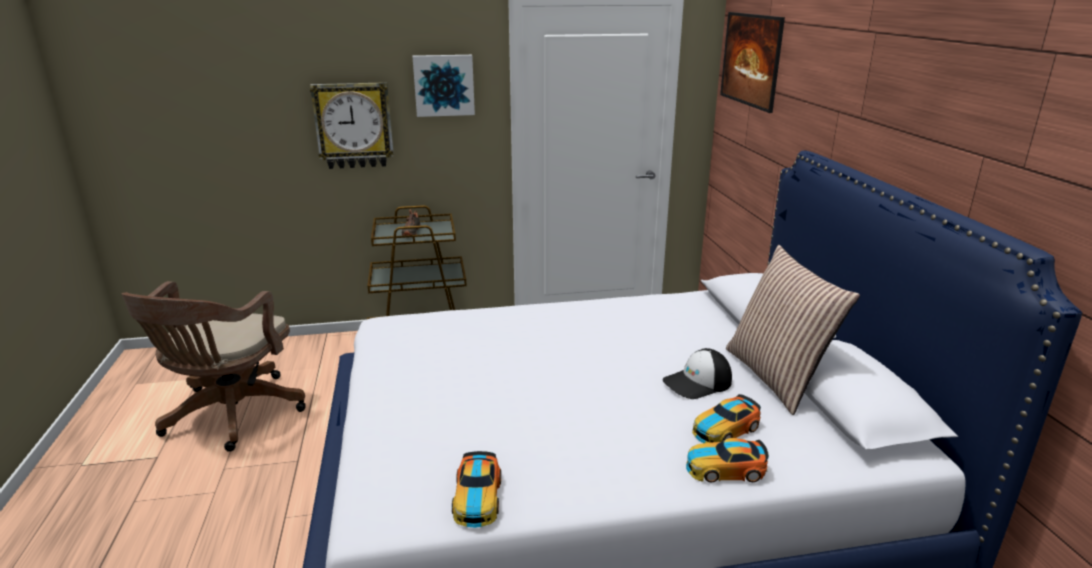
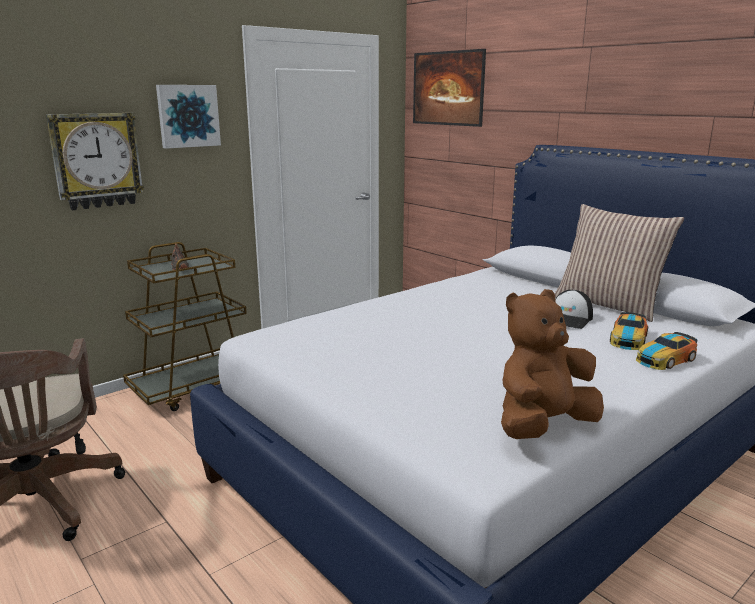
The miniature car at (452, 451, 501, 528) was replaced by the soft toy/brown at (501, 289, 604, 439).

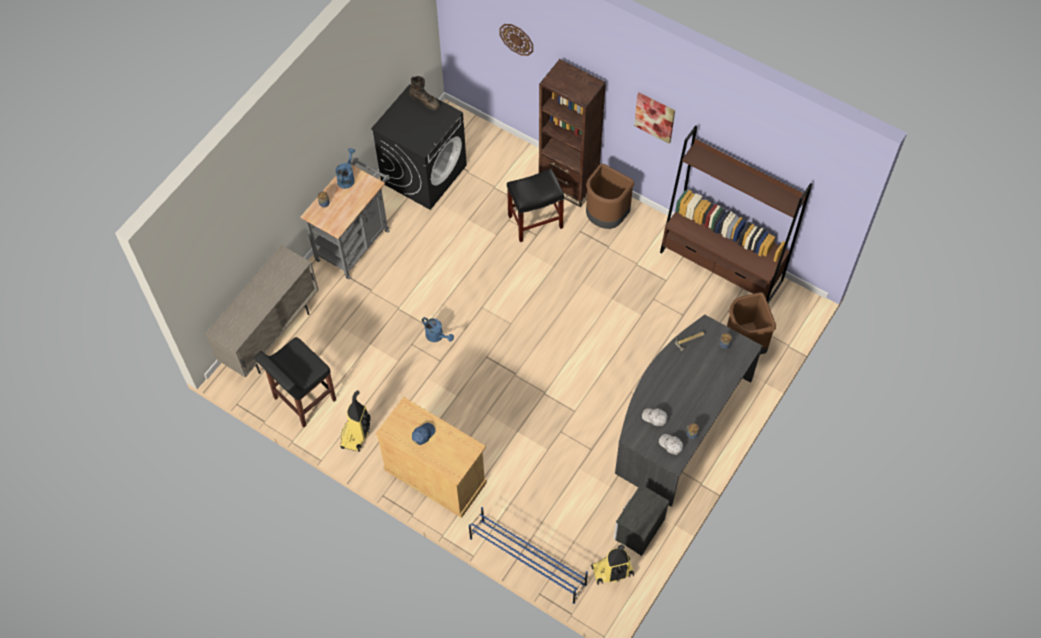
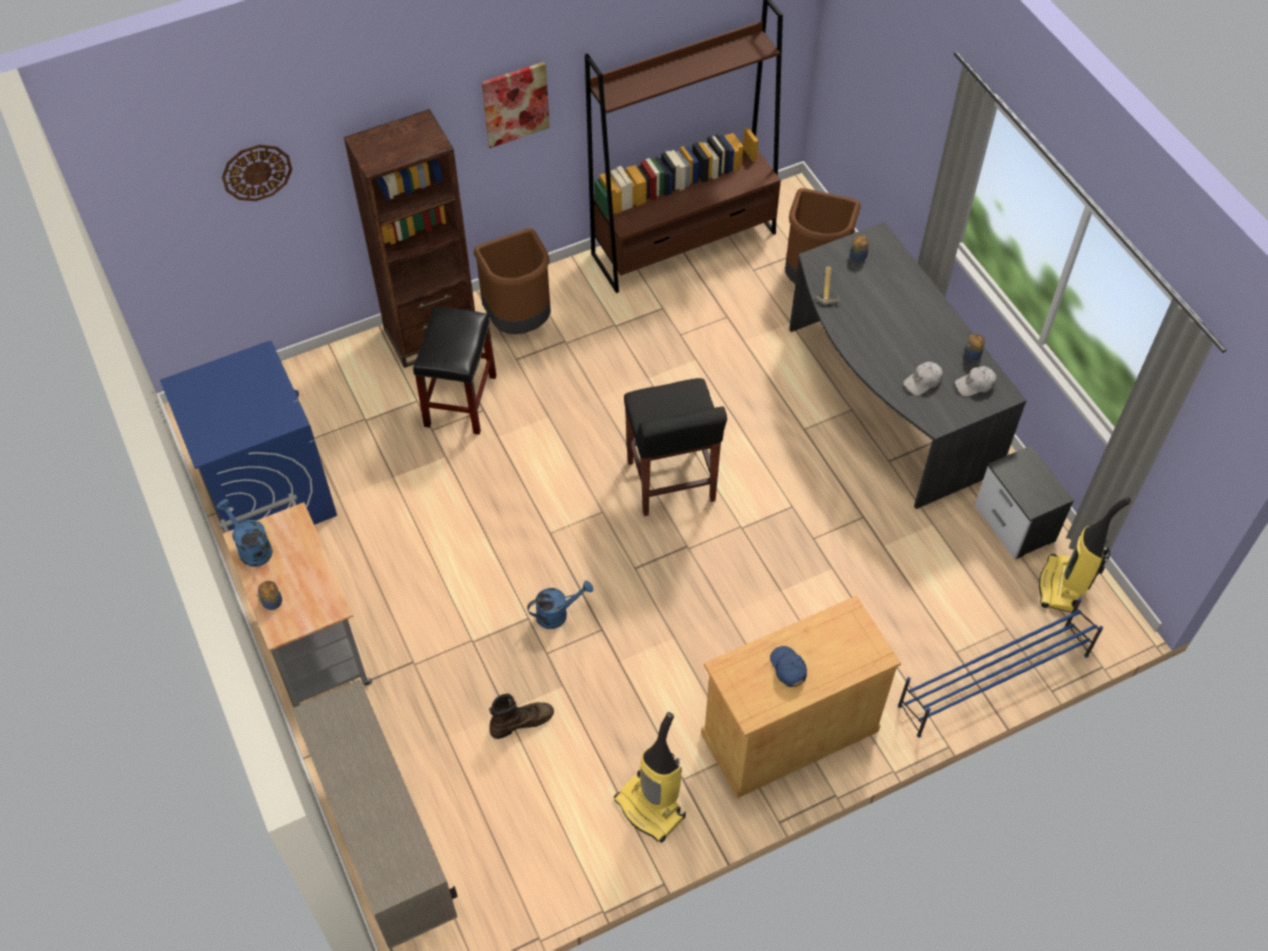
The stool seat/blackish moved from (255, 337, 336, 428) to (624, 378, 727, 516). The tall boot/brown moved from (409, 76, 440, 110) to (489, 694, 554, 739). The laundry appliance/blackish at (371, 84, 467, 210) became the laundry appliance/blue at (160, 340, 337, 531).

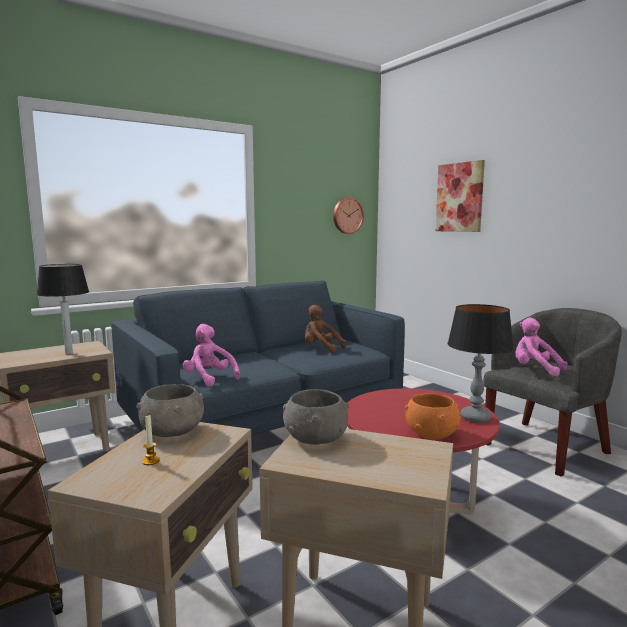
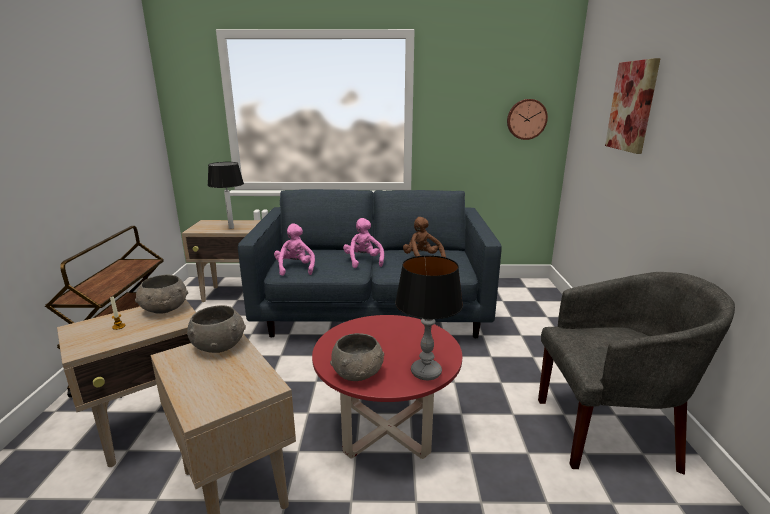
The soft toy/pink moved from (515, 317, 568, 377) to (343, 218, 384, 268). The serving bowl/orange-coloured at (405, 393, 461, 440) became the serving bowl/greyish at (330, 333, 384, 381).

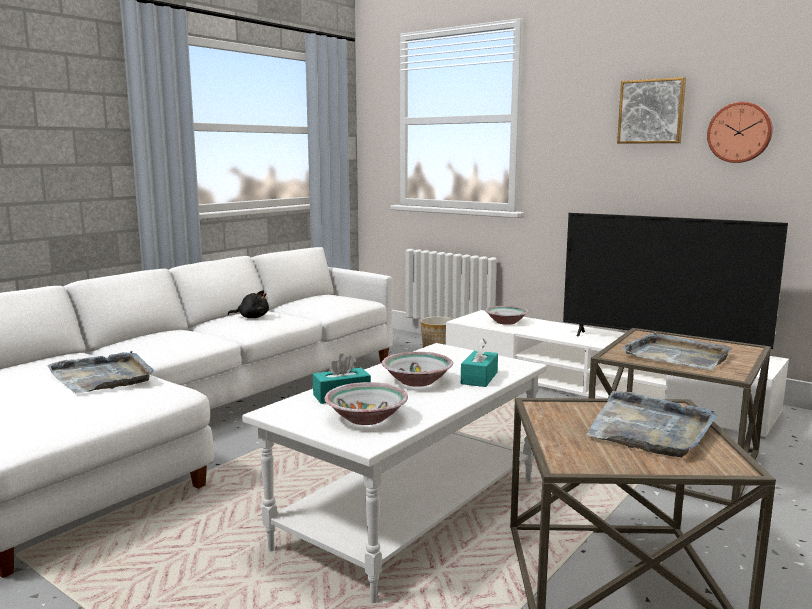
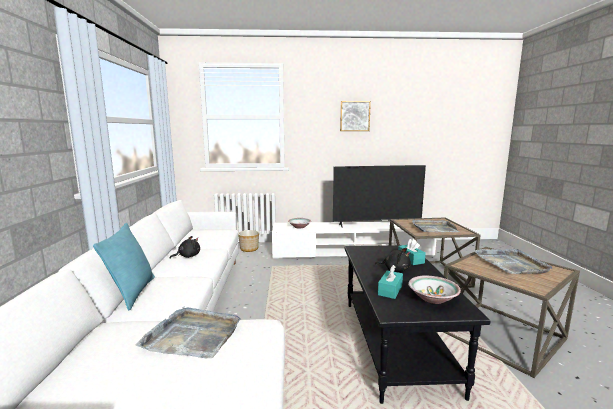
The wall clock at (707, 102, 773, 163) disappeared. The throw pillow/turquoise-coloured at (93, 223, 155, 310) appeared. The serving bowl at (381, 352, 453, 387) was replaced by the soft toy/blackish at (375, 248, 411, 272). The low table/white at (242, 343, 547, 603) became the low table/blackish at (344, 245, 491, 404).

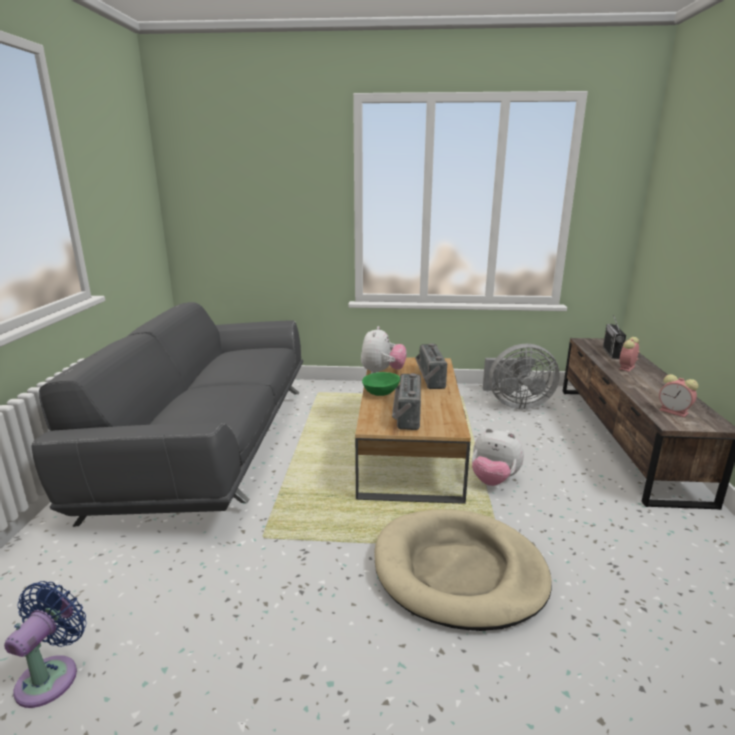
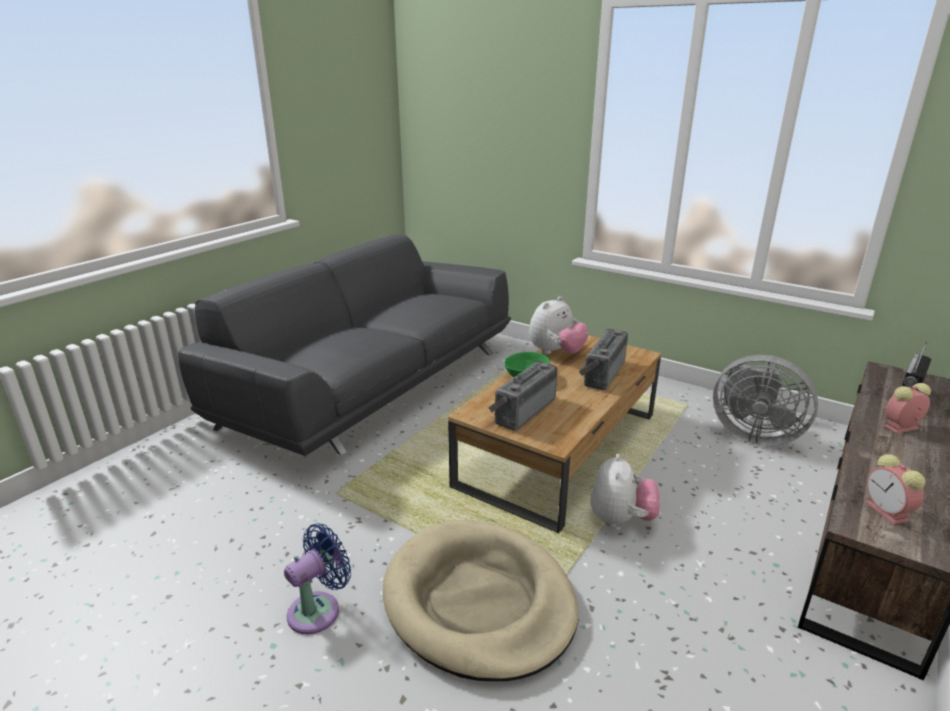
The cooling fan/blue moved from (4, 581, 87, 708) to (284, 523, 351, 635). The soft toy at (472, 428, 524, 486) turned 135 degrees counterclockwise.

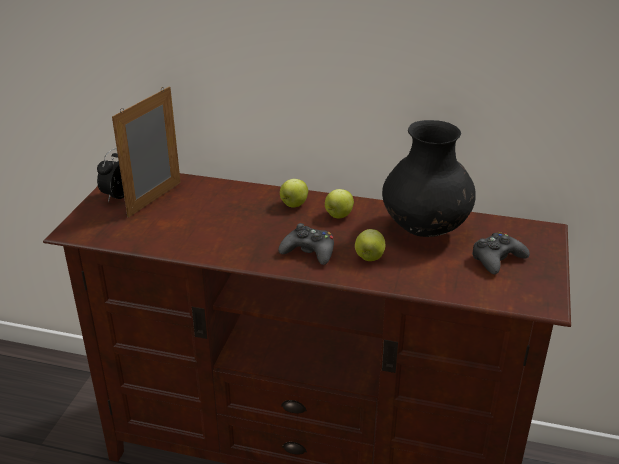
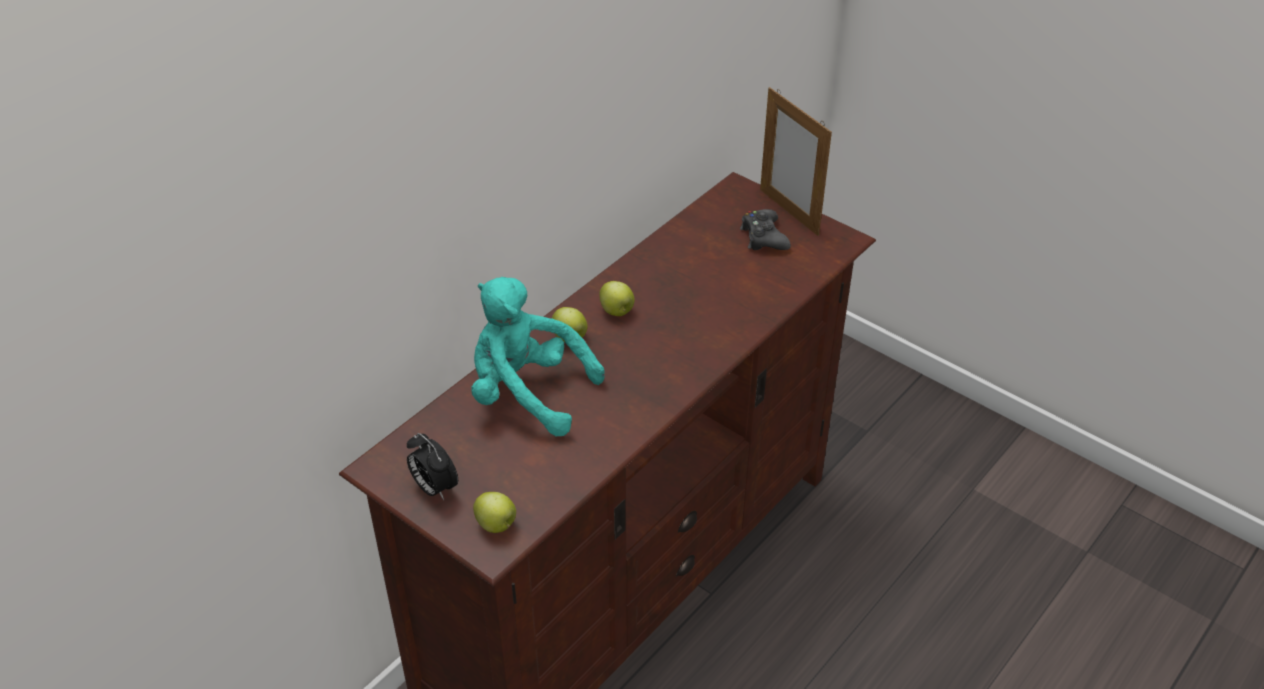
The gamepad/blackish at (279, 223, 334, 265) disappeared. The vase/blackish at (382, 120, 476, 237) disappeared. The soft toy/turquoise-coloured at (471, 277, 605, 436) appeared. The photo frame moved from (112, 86, 181, 218) to (760, 87, 832, 236). The apple moved from (355, 229, 385, 261) to (473, 492, 516, 533).

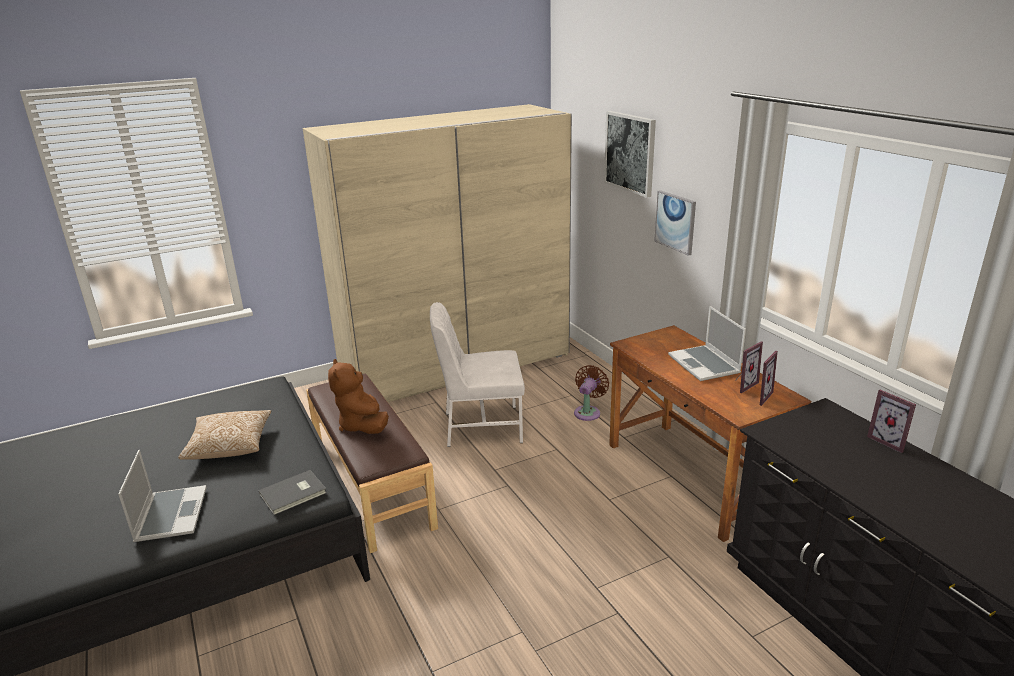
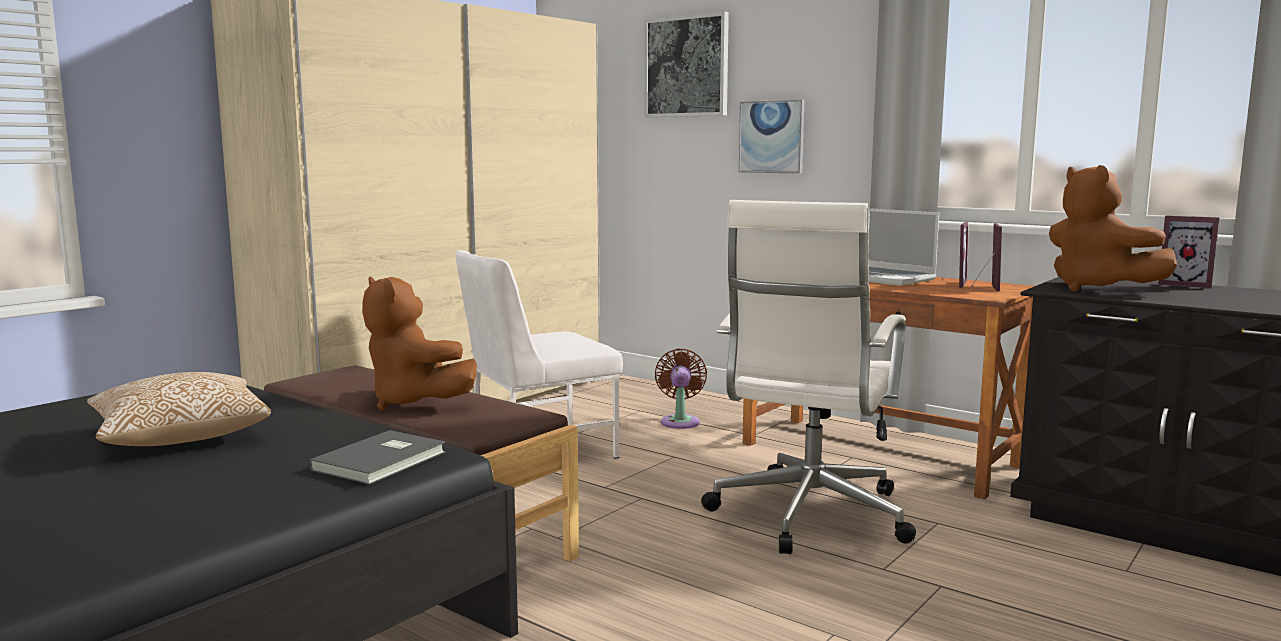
The portable computer at (118, 450, 207, 542) disappeared. The desk chair/white at (701, 200, 916, 554) appeared. The soft toy/brown at (1049, 165, 1177, 291) appeared.

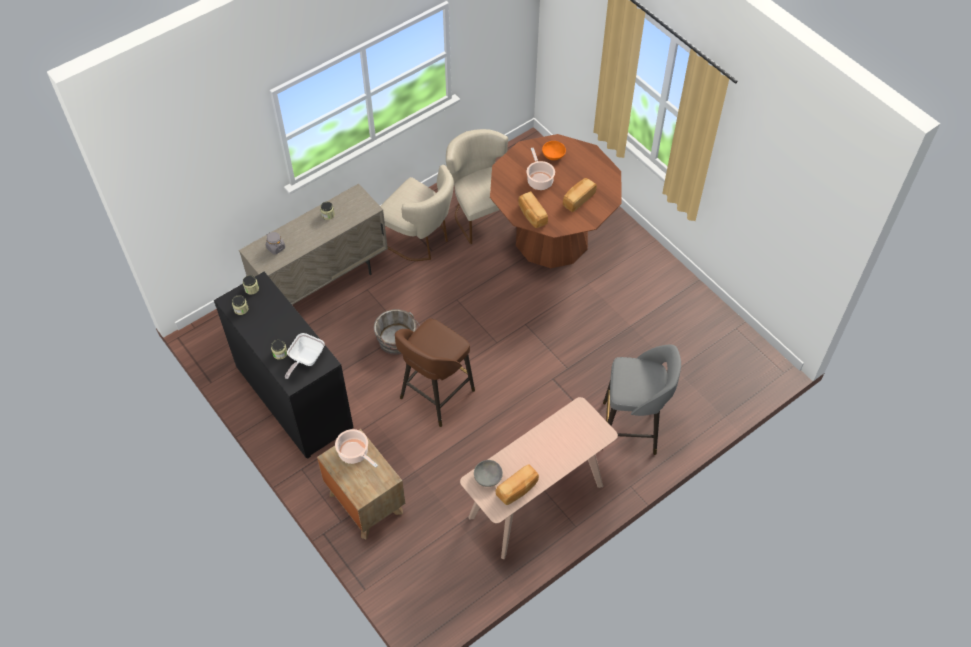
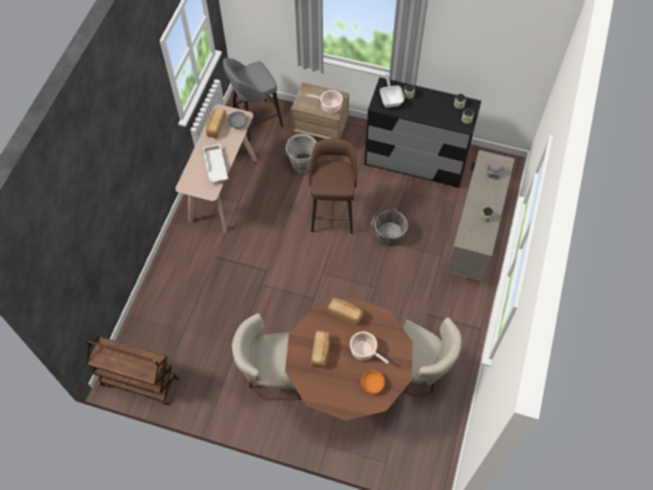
The cart/brown at (86, 337, 179, 405) appeared. The carrying tray/white at (203, 144, 228, 183) appeared. The bucket/greyish at (284, 134, 317, 174) appeared. The upright chair/beige-coloured moved from (380, 165, 454, 261) to (232, 313, 301, 400). The stool seat/greyish moved from (602, 345, 681, 455) to (223, 58, 283, 141).

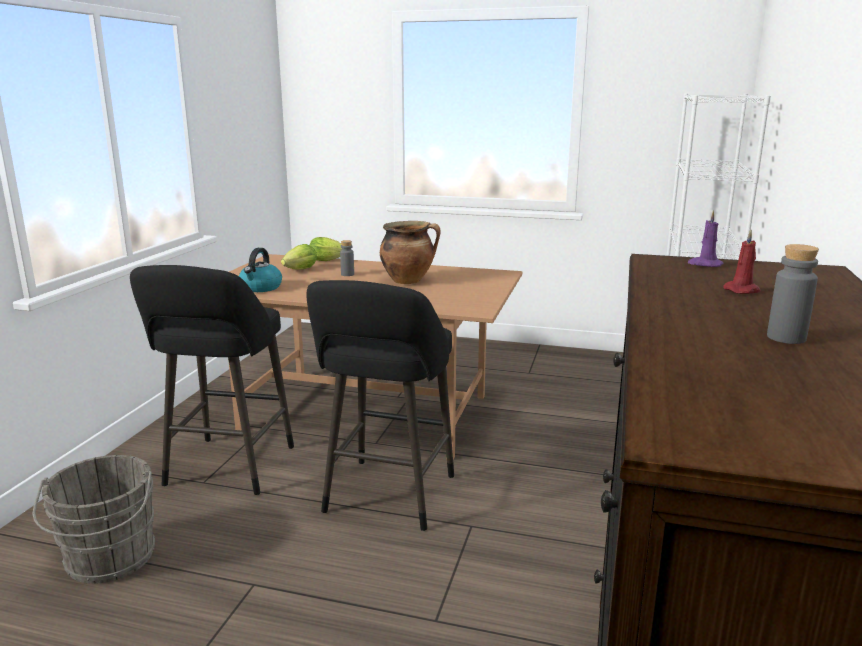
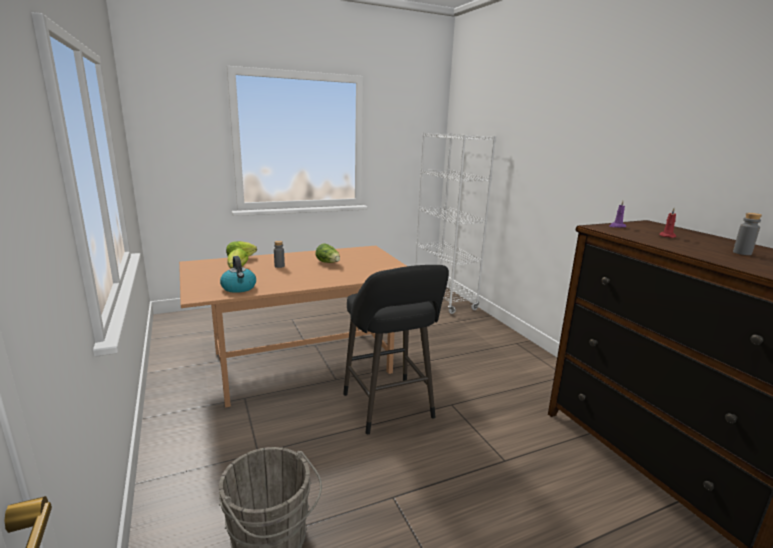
The stool seat/blackish at (130, 265, 294, 495) disappeared. The stockpot at (380, 221, 441, 284) was replaced by the lettuce at (316, 243, 340, 263).

